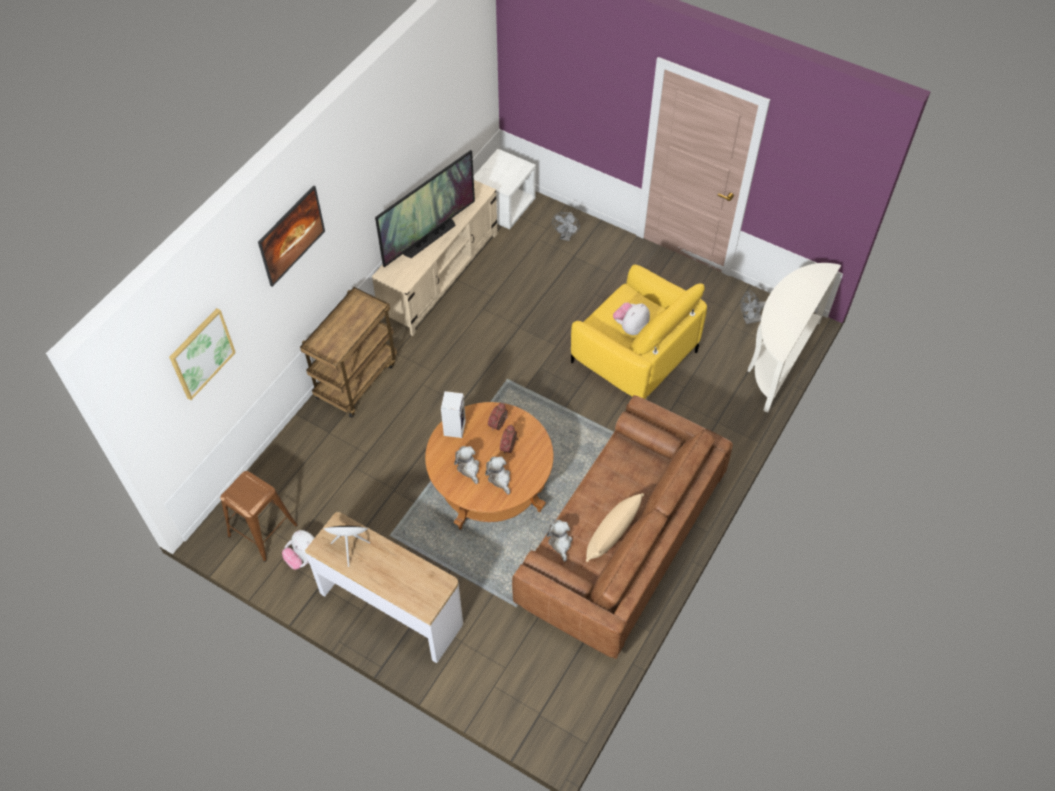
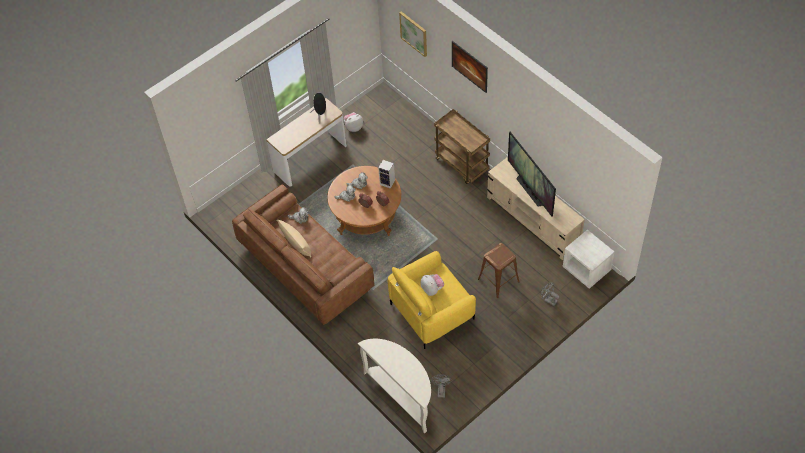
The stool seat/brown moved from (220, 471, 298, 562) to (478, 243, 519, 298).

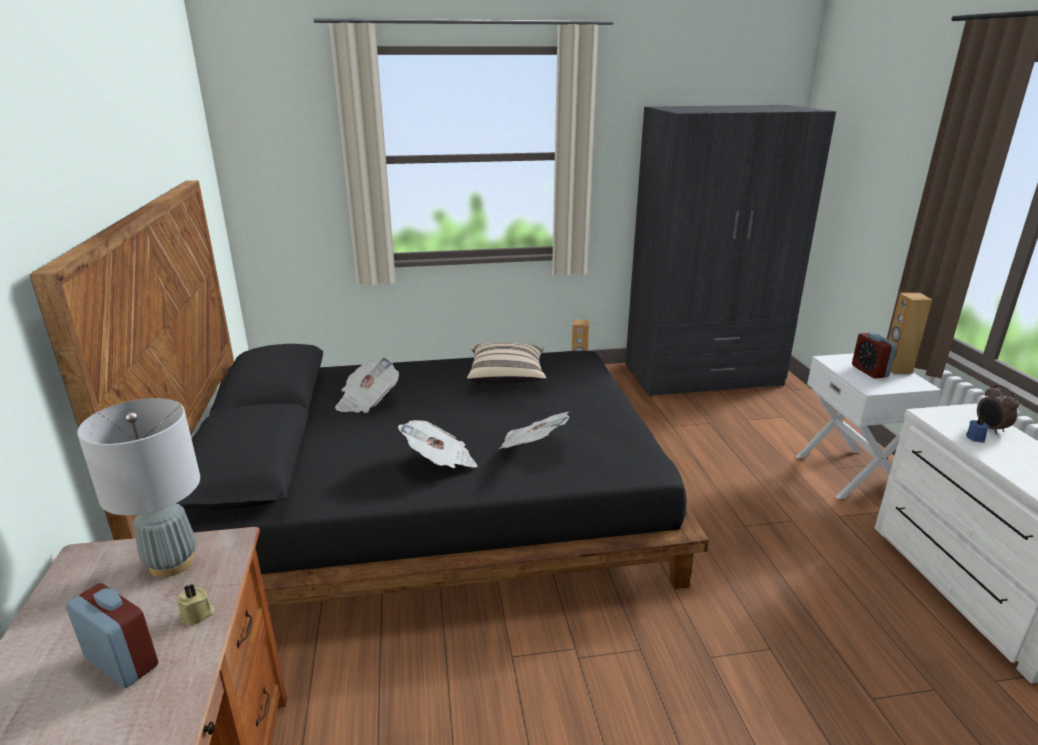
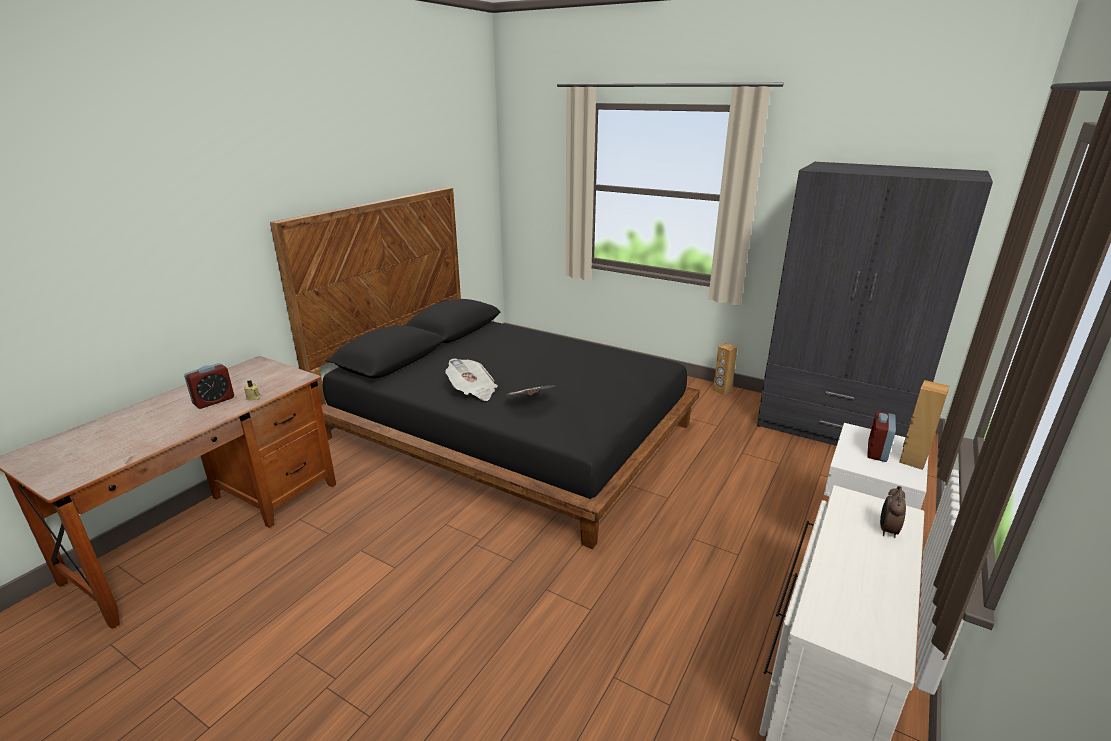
The lamp for a table/greyish at (77, 398, 200, 577) disappeared. The printed paper at (335, 357, 399, 413) disappeared. The throw pillow/beige-coloured at (467, 342, 546, 384) disappeared. The candle/blue at (966, 416, 989, 443) disappeared. The bedside clock at (65, 583, 158, 688) turned 60 degrees clockwise.

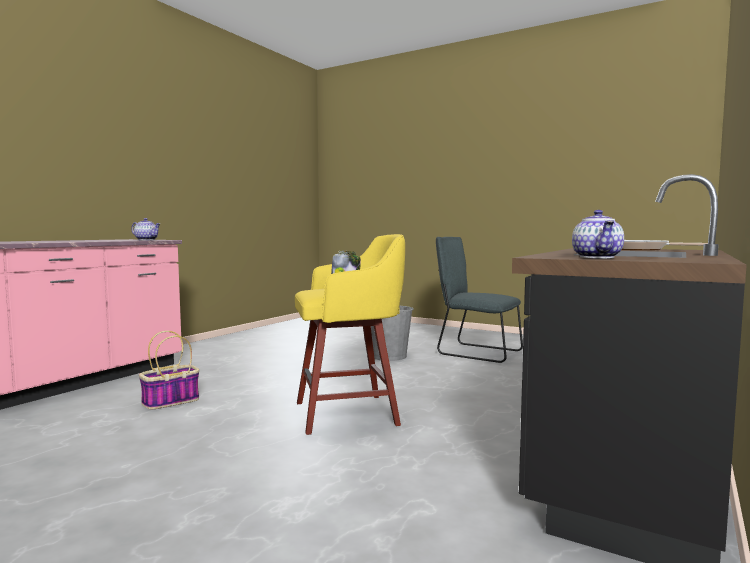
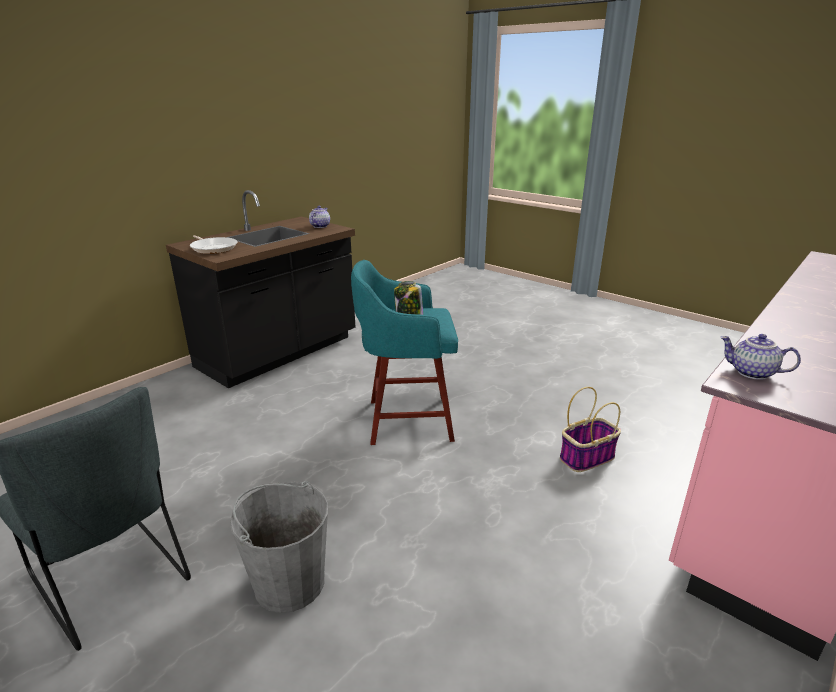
The stool seat/yellow at (295, 234, 405, 435) became the stool seat/turquoise-coloured at (351, 260, 458, 445).

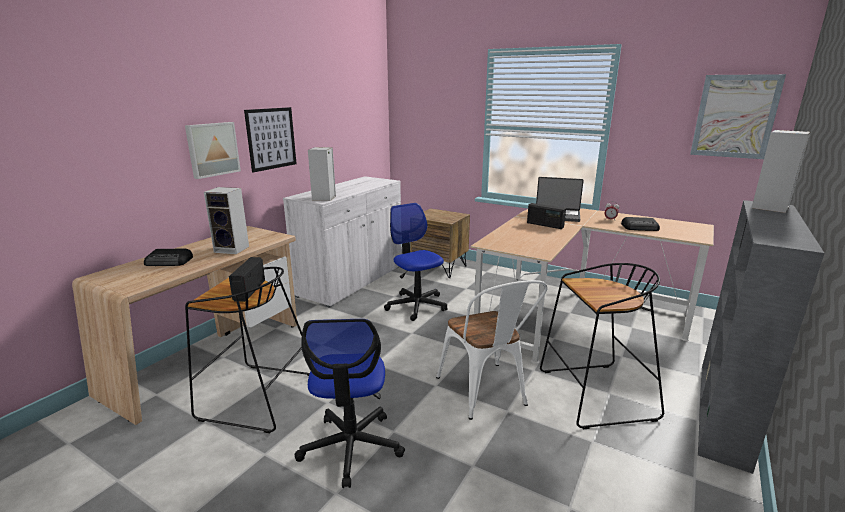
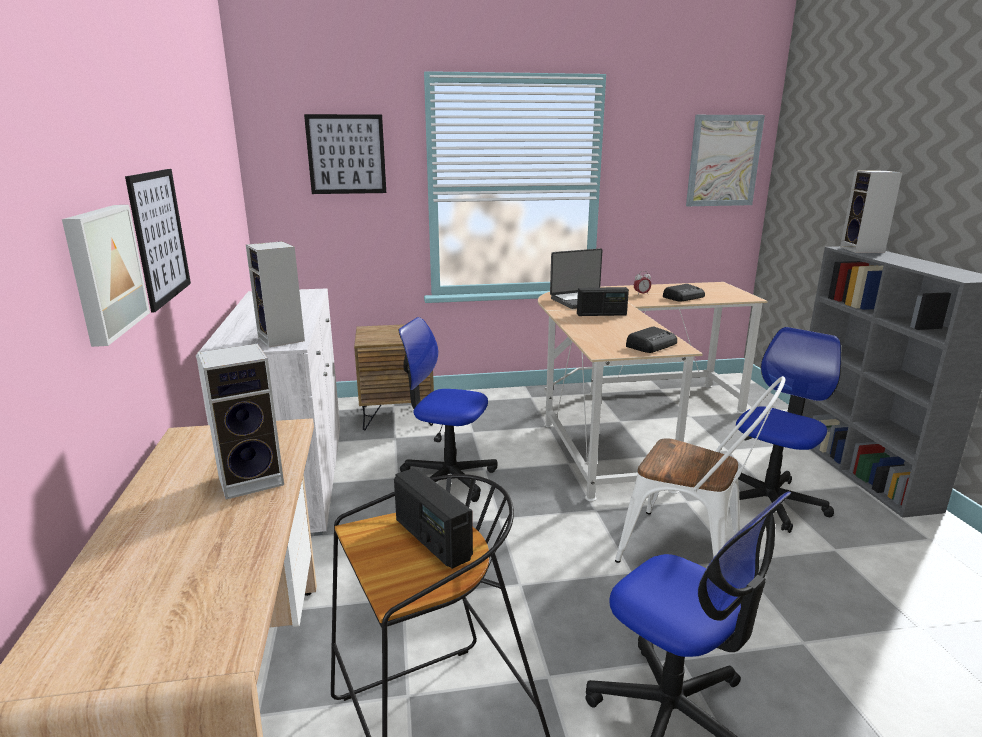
The wall picture at (304, 114, 386, 194) appeared. The radio set moved from (144, 249, 193, 266) to (626, 326, 677, 353). The stool seat/blackish at (540, 263, 664, 429) was replaced by the desk chair at (736, 327, 841, 533).

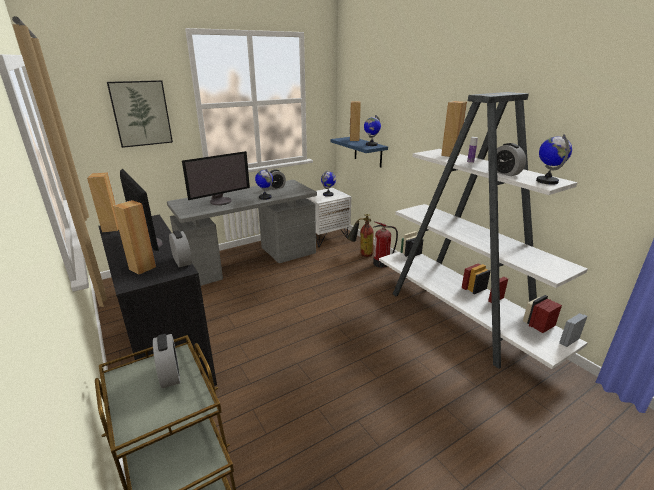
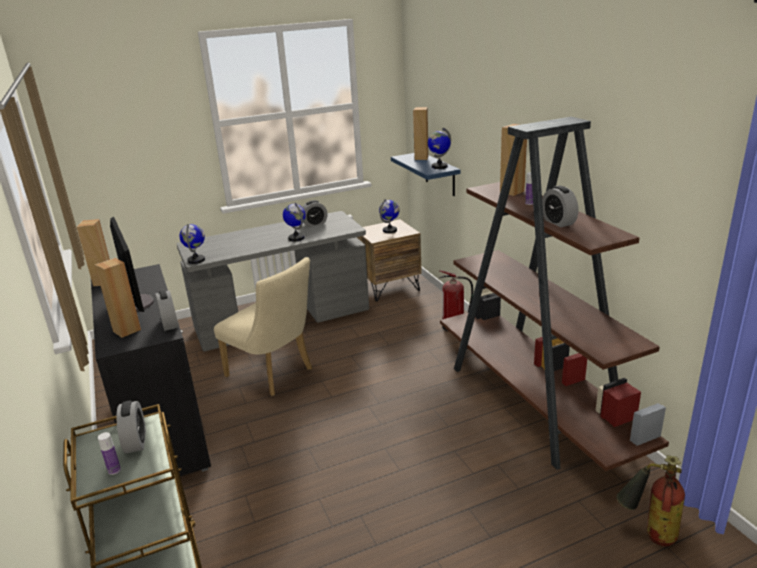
The wall picture at (107, 80, 173, 148) disappeared. The monitor at (182, 151, 250, 205) disappeared. The beverage bottle at (98, 432, 121, 475) appeared. The upright chair/beige-coloured at (214, 257, 312, 396) appeared. The fire extinguisher moved from (347, 214, 374, 257) to (616, 455, 685, 547). The globe moved from (536, 134, 572, 185) to (180, 224, 205, 264). The night table/white at (307, 188, 351, 247) became the night table/brown at (357, 219, 422, 301). The bookcase/white at (379, 92, 588, 369) became the bookcase/brown at (440, 117, 669, 471).

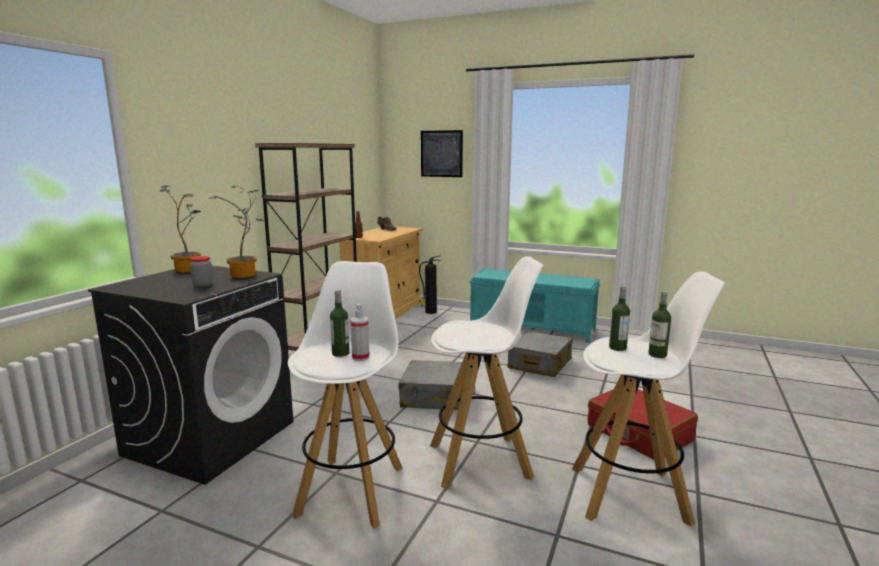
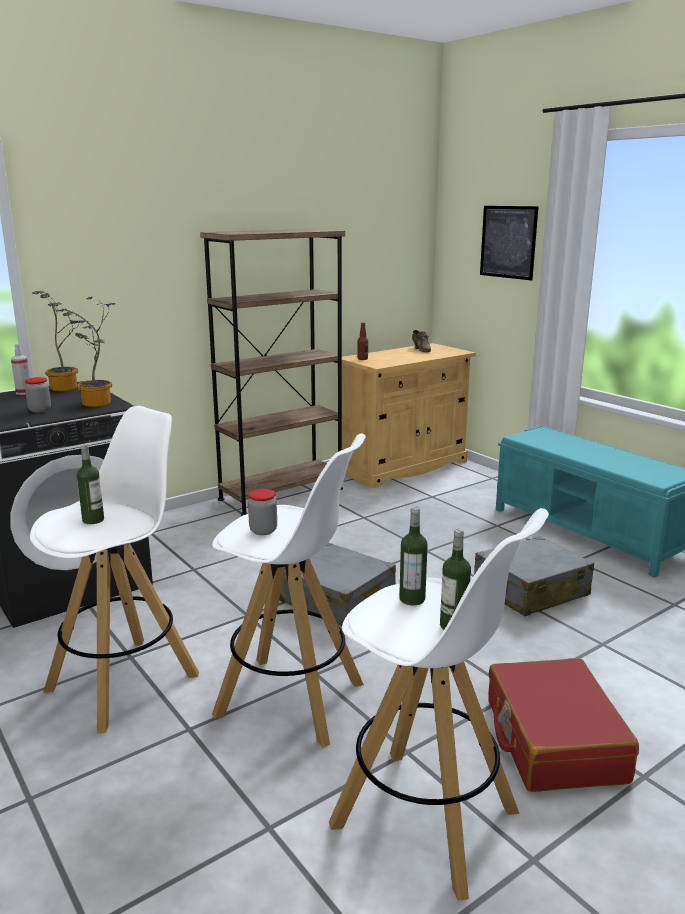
The fire extinguisher at (419, 256, 441, 314) disappeared. The preserve jar at (248, 489, 277, 535) appeared. The spray bottle moved from (350, 304, 370, 361) to (11, 344, 30, 395).

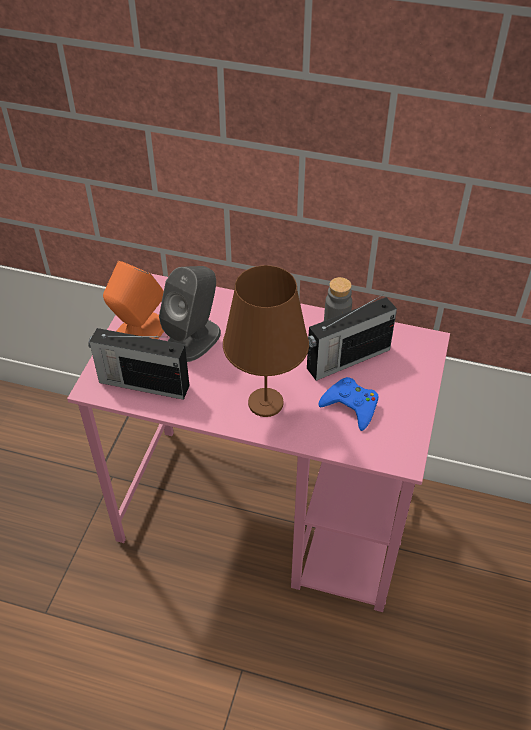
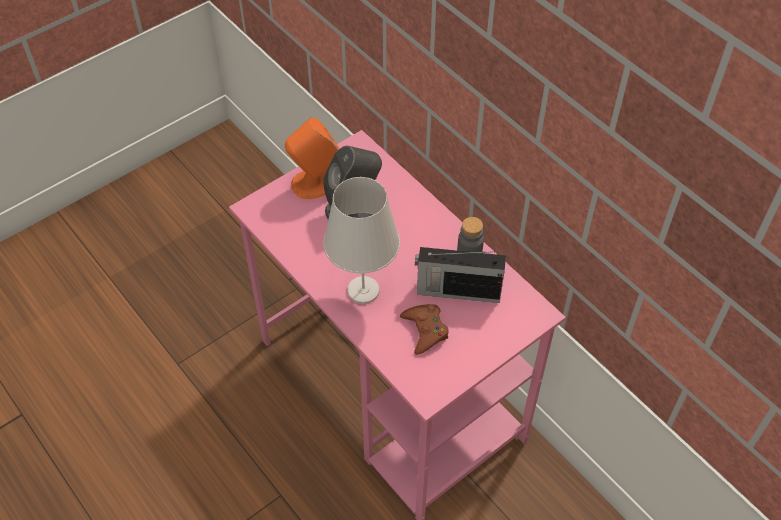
The radio set at (88, 328, 190, 400) disappeared. The lamp for a table/brown at (223, 265, 309, 417) became the lamp for a table/white at (323, 177, 400, 304). The gamepad/blue at (319, 377, 379, 431) became the gamepad/brown at (400, 304, 449, 355).

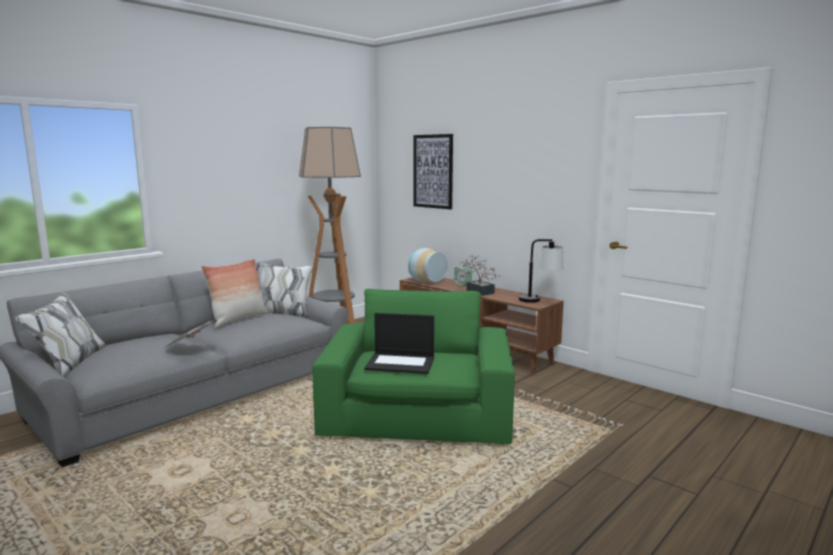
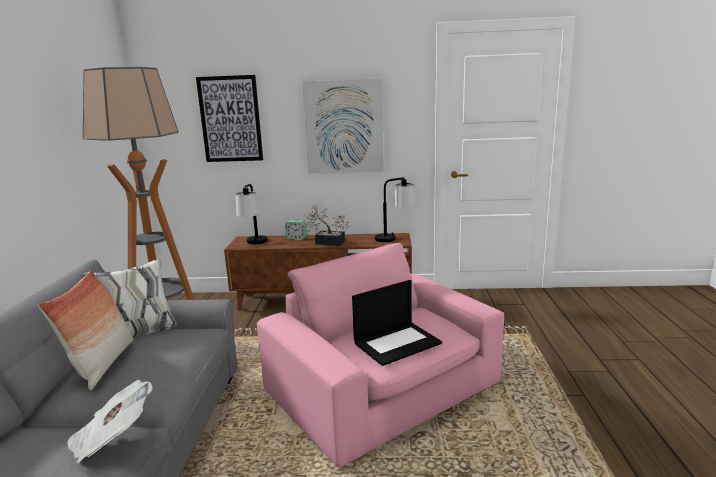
The wall picture at (302, 79, 384, 174) appeared. The vase at (408, 248, 447, 282) was replaced by the lamp for a table at (236, 184, 268, 244). The easy chair/greenish at (312, 289, 515, 444) became the easy chair/pink at (257, 243, 504, 467).

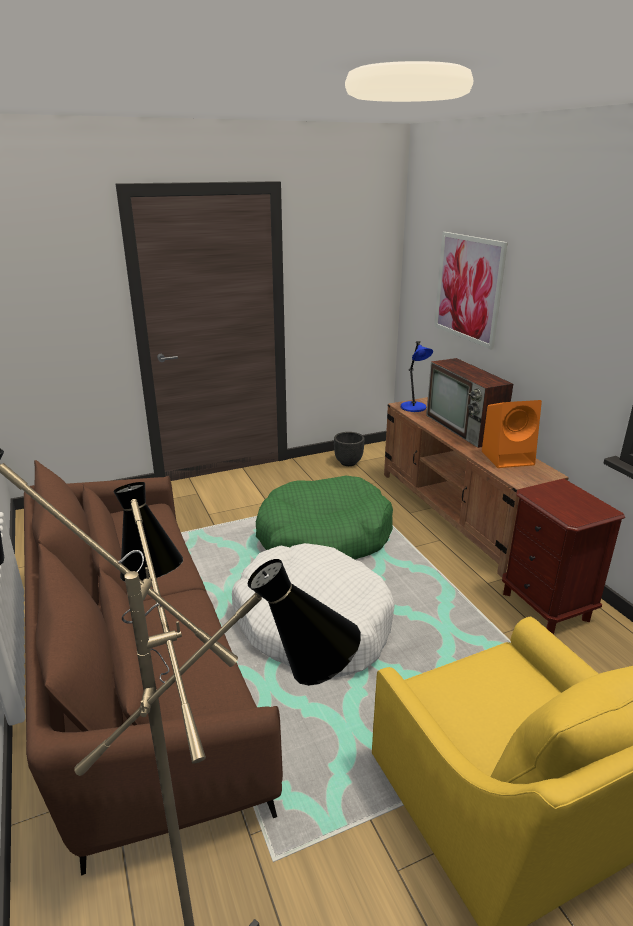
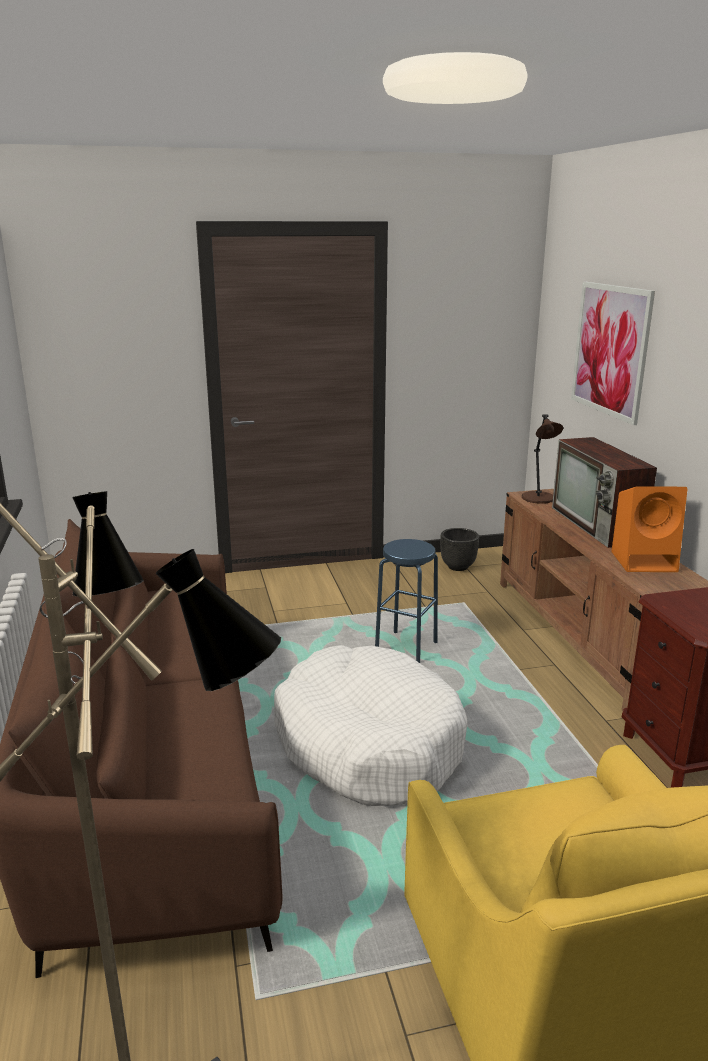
The pet bed/greenish at (256, 476, 393, 559) was replaced by the stool seat/blue at (375, 539, 438, 663). The lamp for a table/blue at (401, 341, 433, 412) became the lamp for a table/brown at (522, 414, 563, 504).

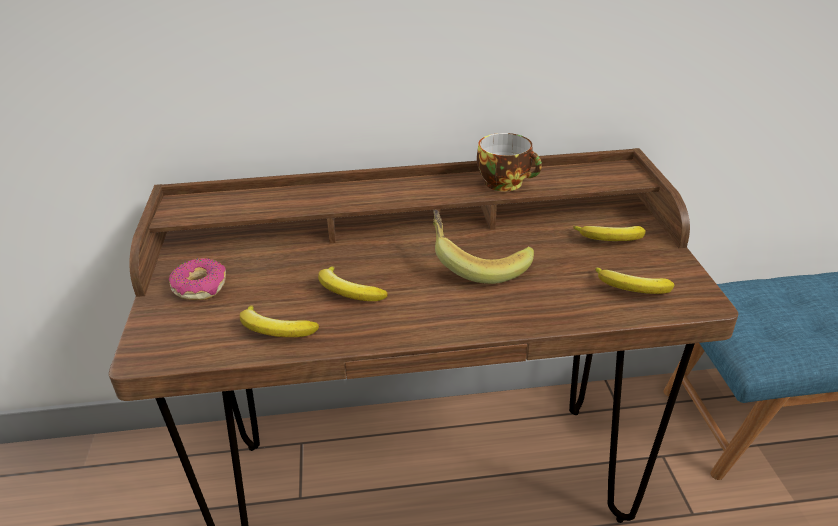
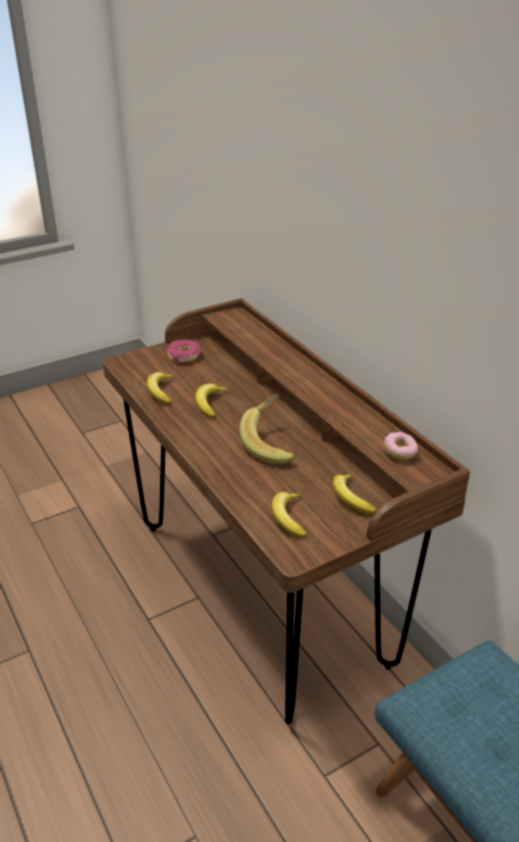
The drinking cup at (477, 133, 542, 191) disappeared. The doughnut at (384, 432, 418, 460) appeared.

